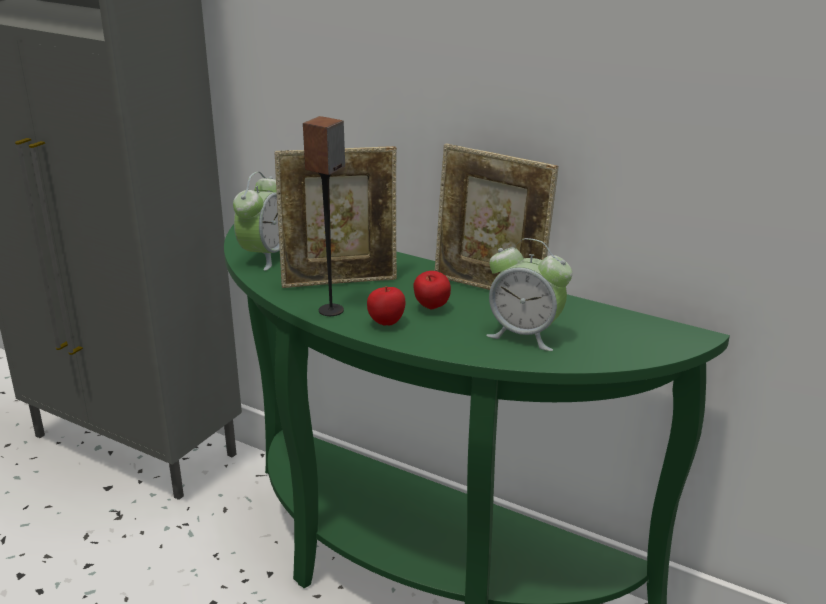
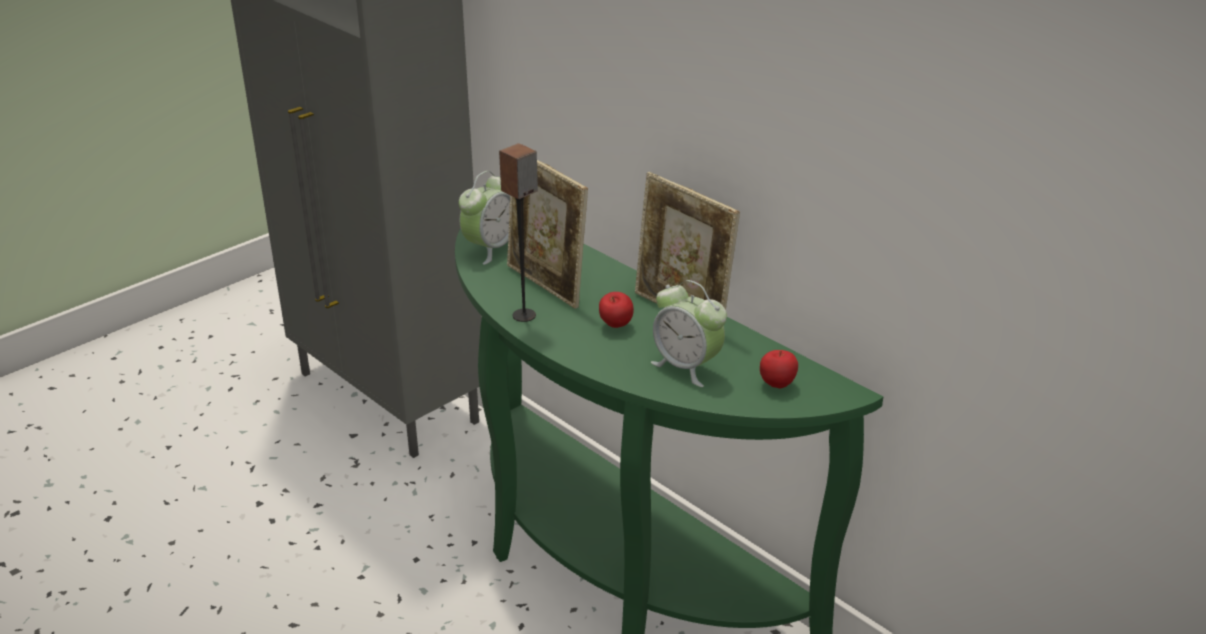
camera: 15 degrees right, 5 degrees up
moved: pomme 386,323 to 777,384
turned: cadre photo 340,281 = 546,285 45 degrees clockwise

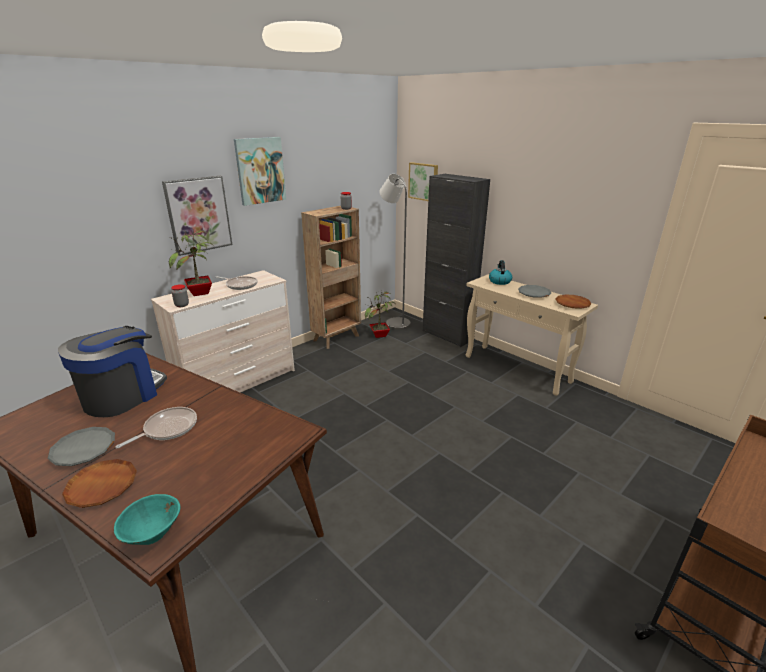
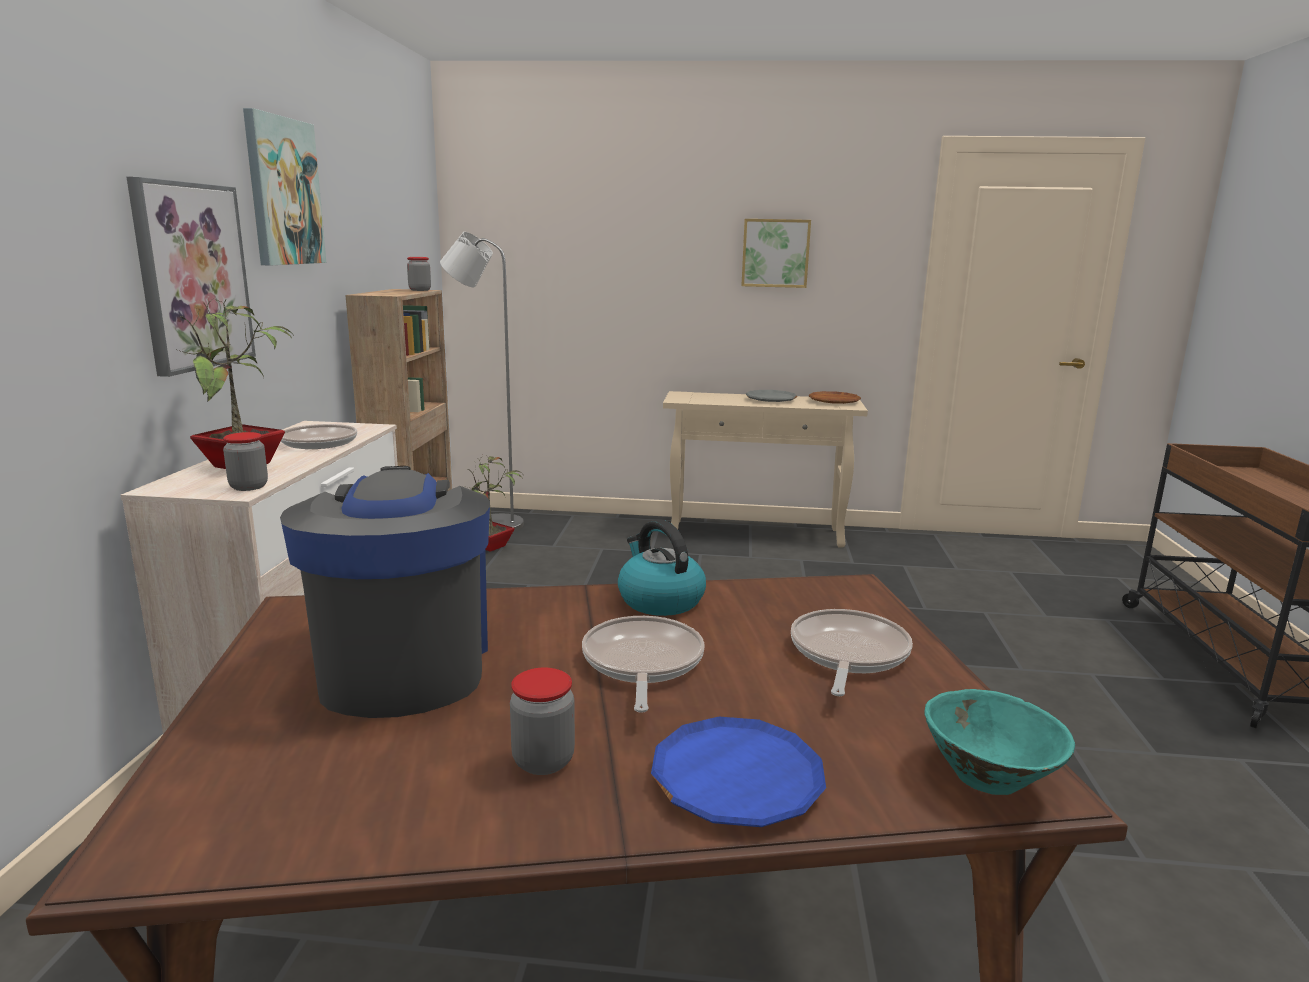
camera: 40 degrees left, 10 degrees down
removed: meuble de rangement/noir 447,335
added: poêle 847,654
moved: tableau 423,181 to 775,253; bouilloire 499,281 to 659,600
replaced: assiette/gris 84,449 to bocal 543,761
recoloured: assiette/marron 102,486 to assiette/bleu 737,780

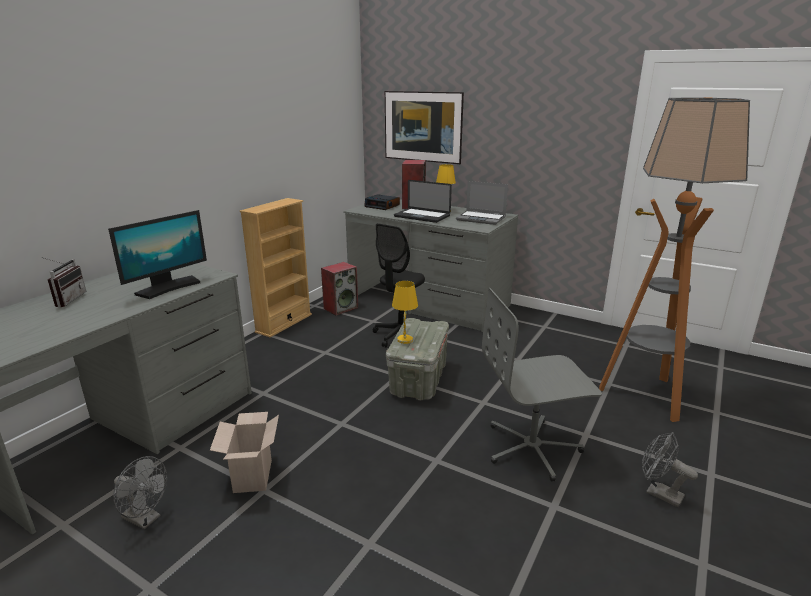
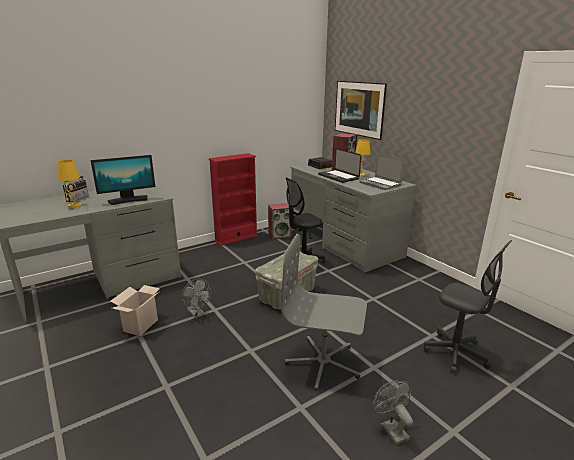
camera: 25 degrees right, 0 degrees up
moved: lampe de table/jaune 405,340 to 74,206; ventilateur/gris 145,519 to 197,313
replaced: lampadaire 645,395 to chaise de bureau/gris 455,353
recoloured: bibliothèque/beige 284,323 to bibliothèque/rouge 236,238

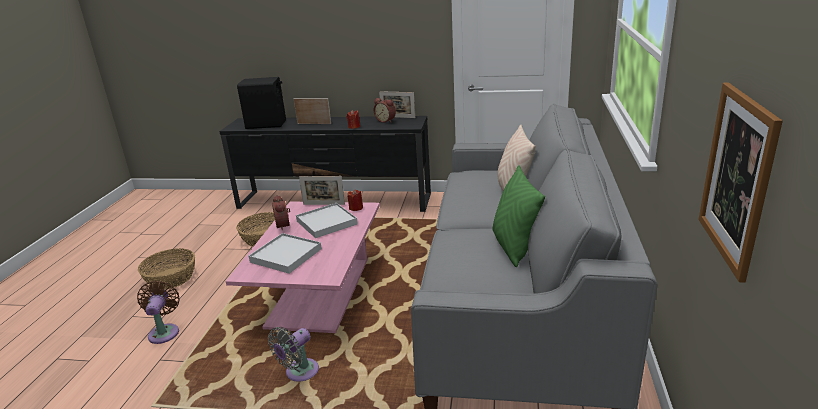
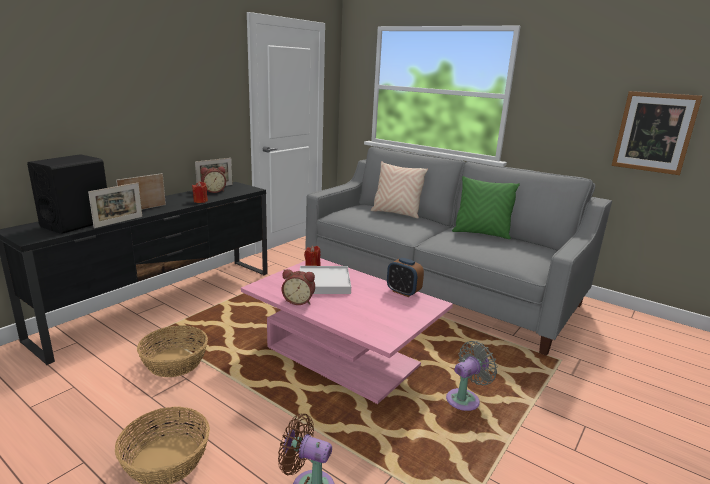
camera: 65 degrees left, 5 degrees down
removed: plateau/blanc 286,255
added: réveil 403,292
moved: cadre photo 324,204 to 119,222
turned: ventilateur/gris 299,373 = 465,399 105 degrees counterclockwise

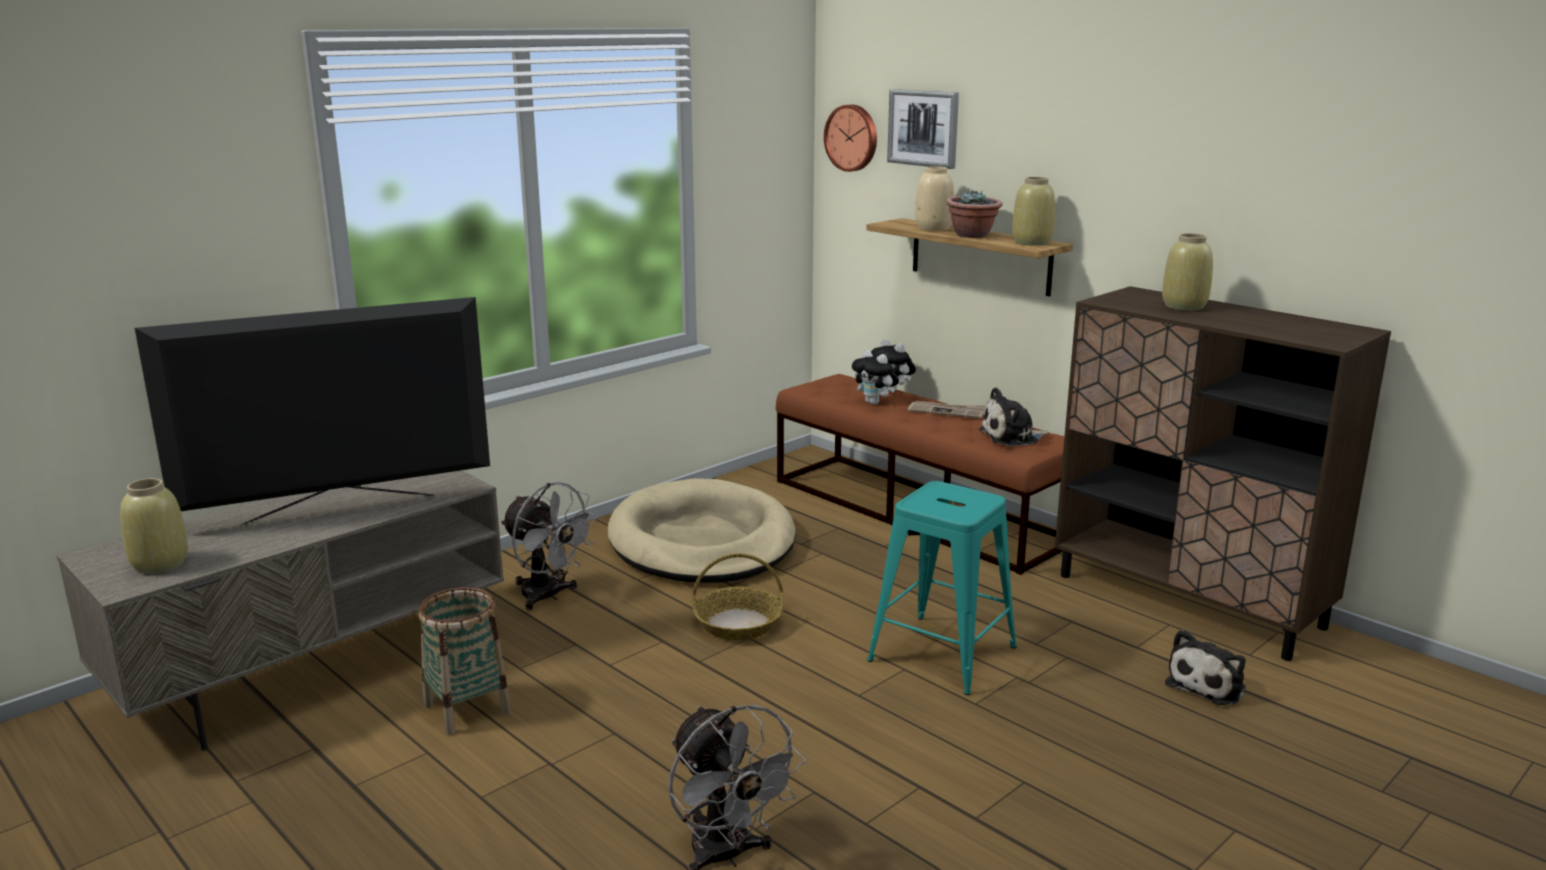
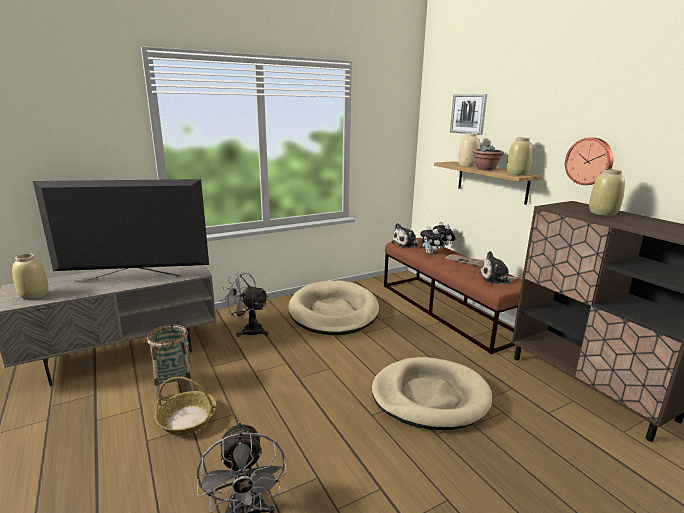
camera: 15 degrees right, 0 degrees up
moved: horloge murale 852,138 to 589,161; panier 737,624 to 186,419; peluche 1208,685 to 406,244
replaced: tabouret/turquoise 943,653 to panier pour chien/beige 430,396
turned: ventilateur/gris 548,596 = 248,330 150 degrees clockwise

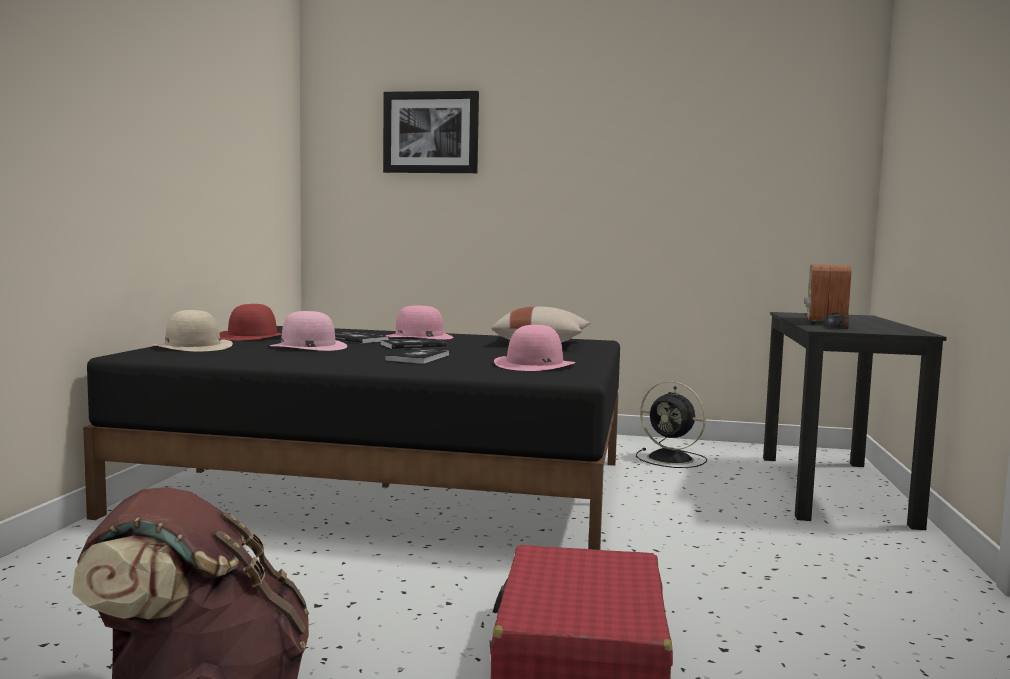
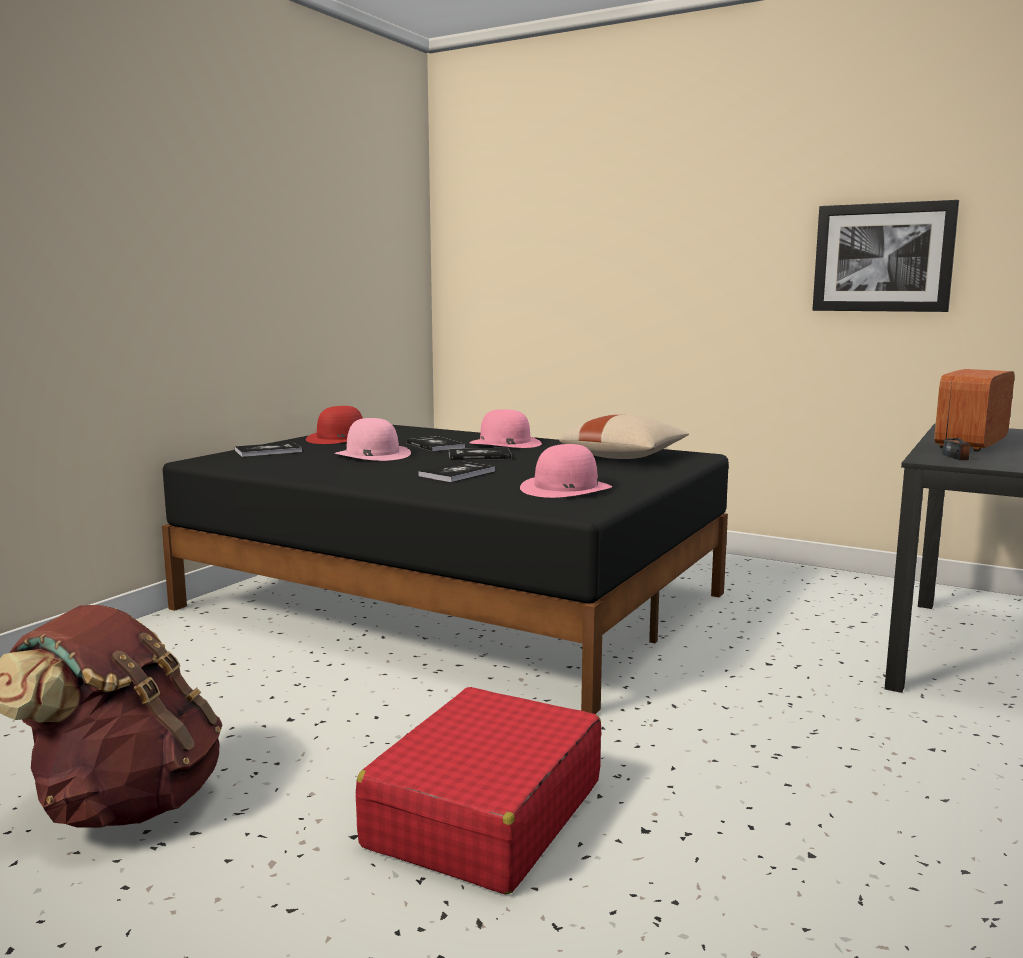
camera: 20 degrees right, 5 degrees up
removed: ventilateur/noir 672,459
moved: tableau 431,132 to 883,257
replaced: chapeau/beige 193,346 to livre 268,451

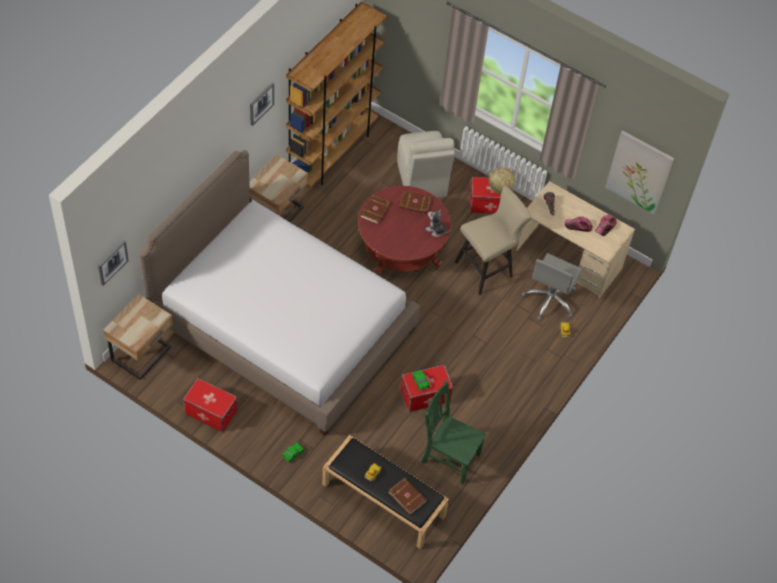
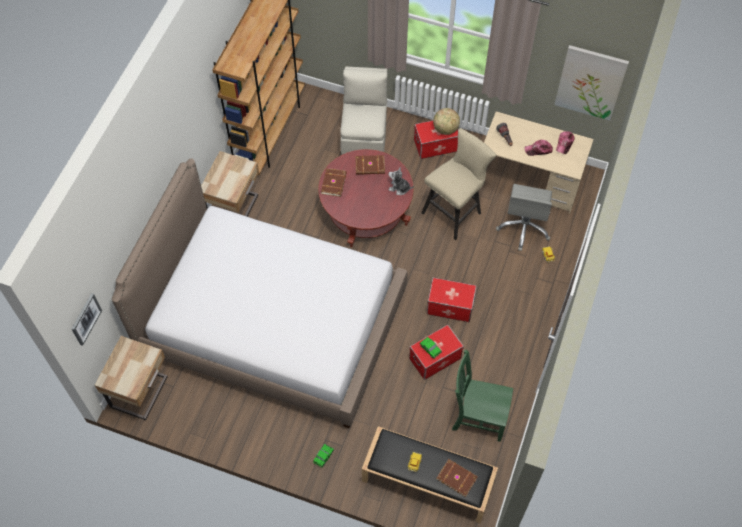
camera: 10 degrees left, 5 degrees up
removed: tableau 261,103
moved: boîte de rangement 211,412 to 450,306
turned: chaise/beige 421,180 = 364,138 150 degrees counterclockwise

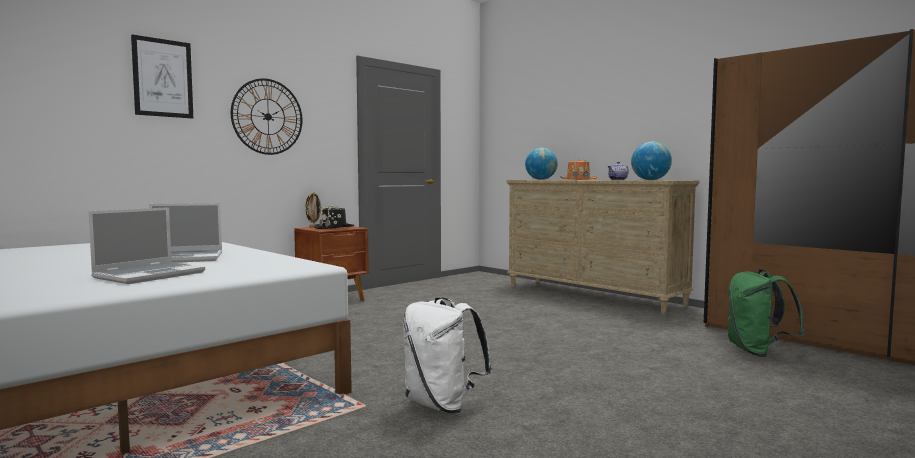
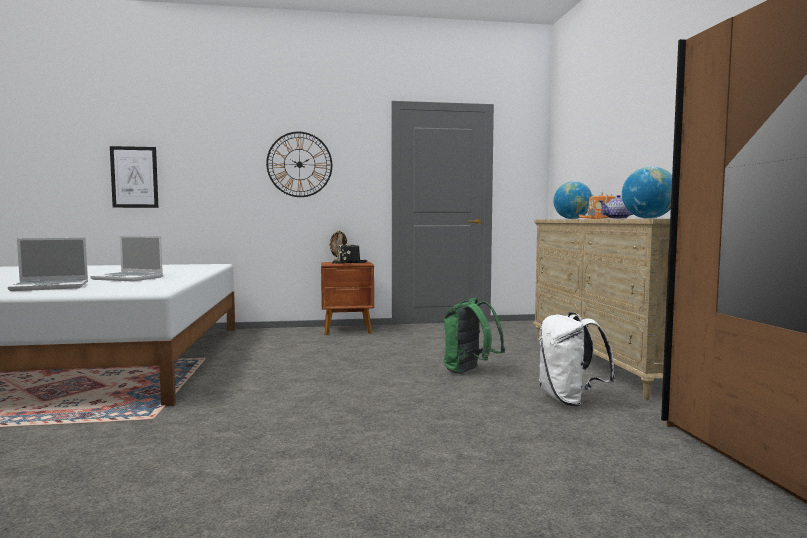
camera: 35 degrees right, 0 degrees up
moved: tableau 163,78 to 134,177; sac à dos/vert 758,352 to 469,371; sac à dos/blanc 442,405 to 570,400

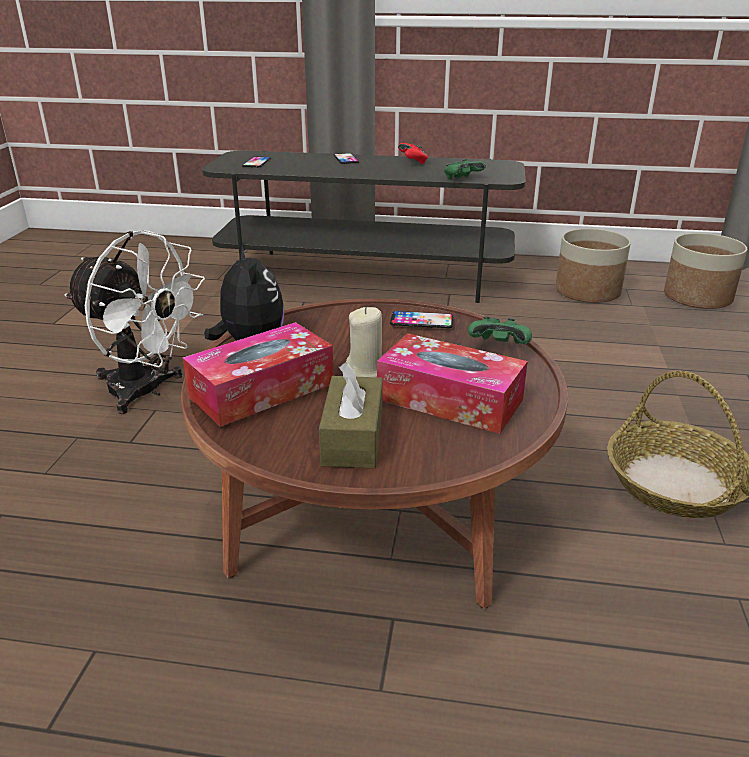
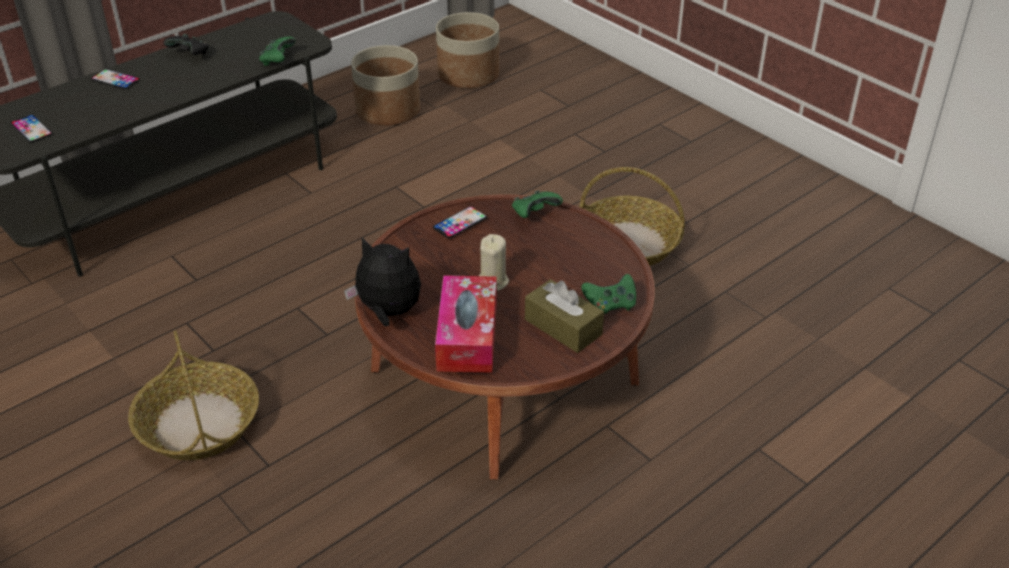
camera: 50 degrees left, 10 degrees up
removed: boîte à mouchoirs 449,400
added: manette/vert 610,305
replaced: ventilateur/blanc 147,391 to panier 198,424
recoloured: manette/rouge 413,162 to manette/noir 190,55

